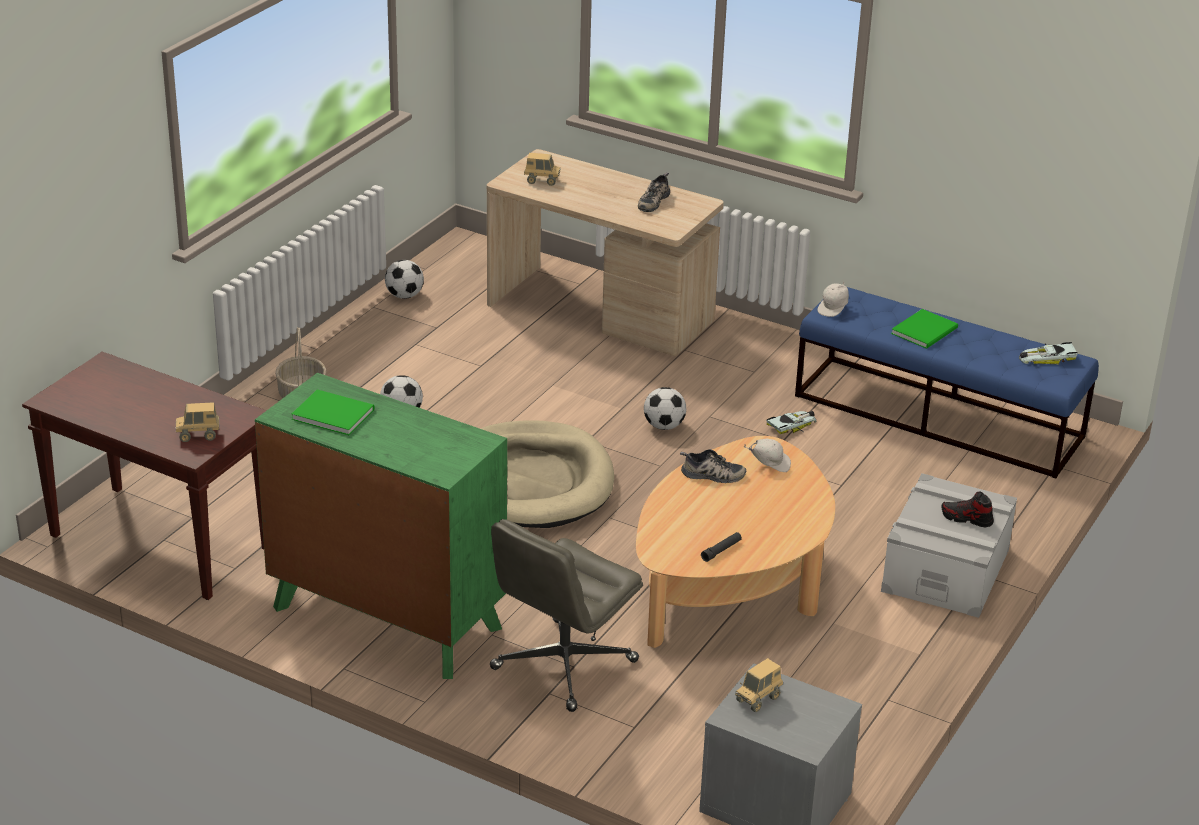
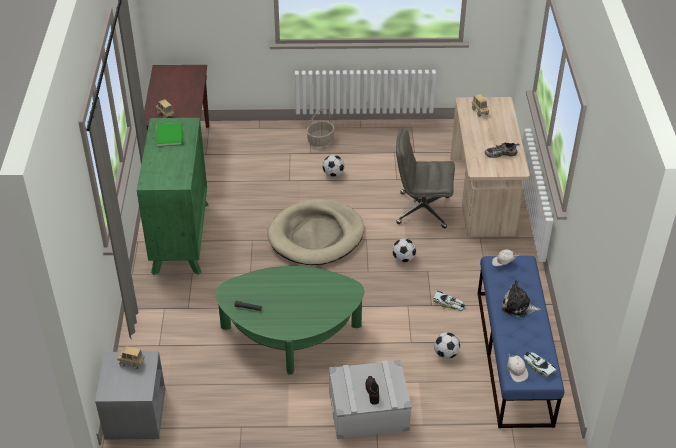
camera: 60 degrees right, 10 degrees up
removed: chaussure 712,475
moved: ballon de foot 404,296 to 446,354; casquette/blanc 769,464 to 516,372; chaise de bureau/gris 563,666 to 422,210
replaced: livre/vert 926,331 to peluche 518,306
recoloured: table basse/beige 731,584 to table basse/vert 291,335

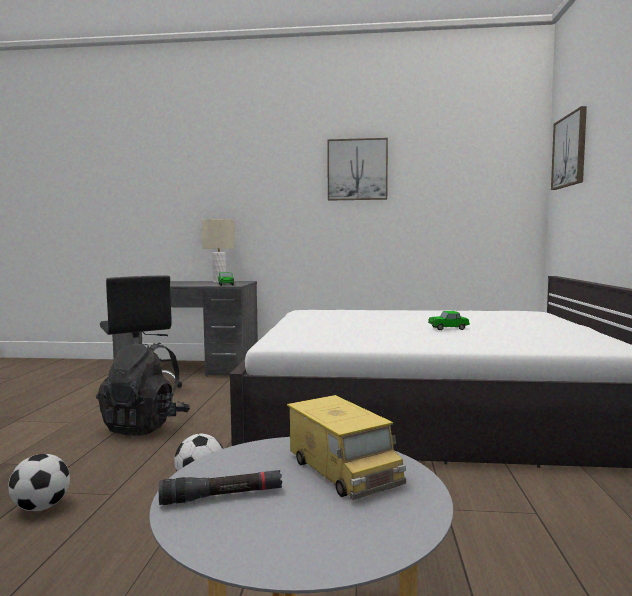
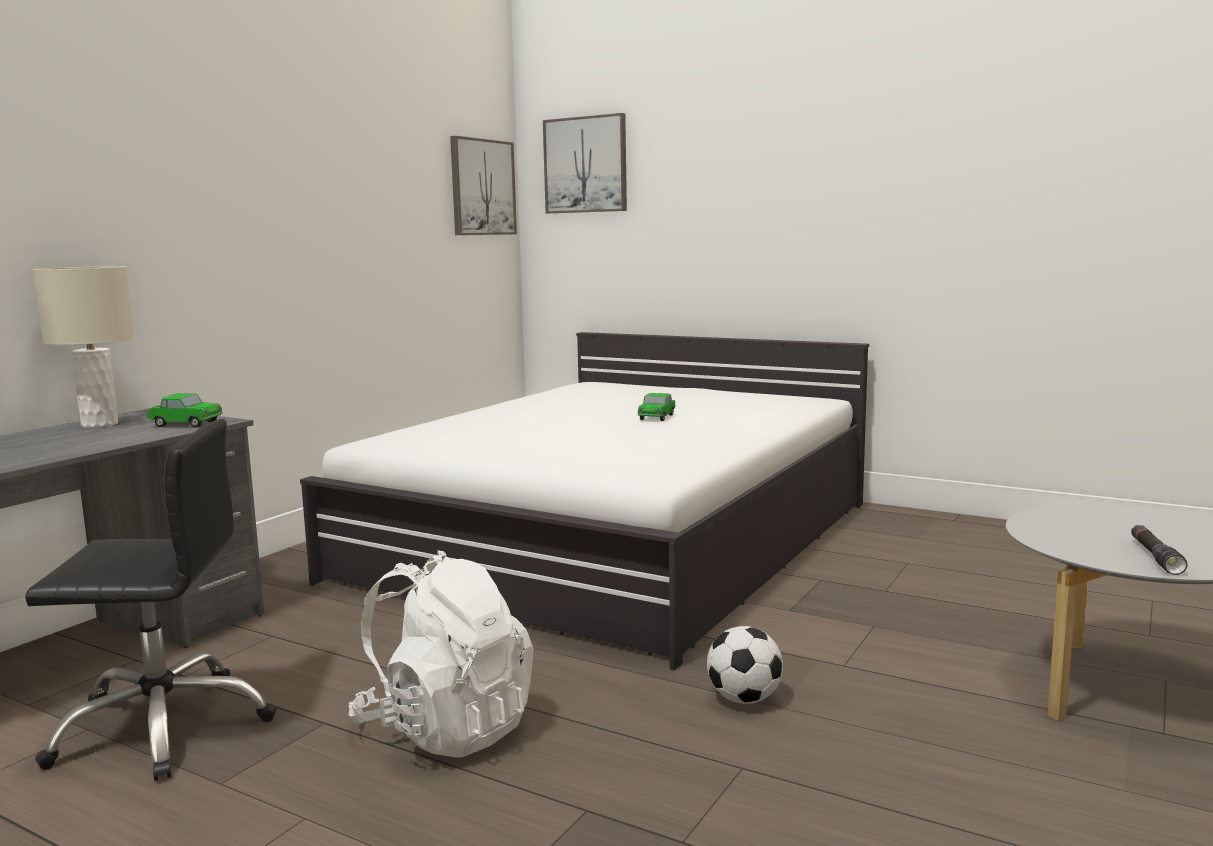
camera: 65 degrees left, 5 degrees up
removed: camion jouet 343,470; ballon de foot 41,507
moved: tableau 357,169 to 482,187
recoloured: sac à dos/noir 145,426 to sac à dos/blanc 446,728

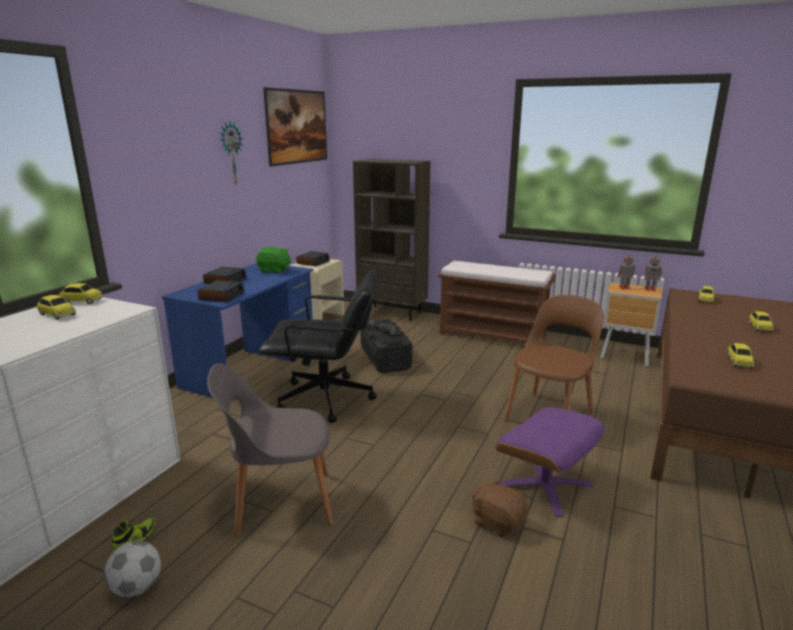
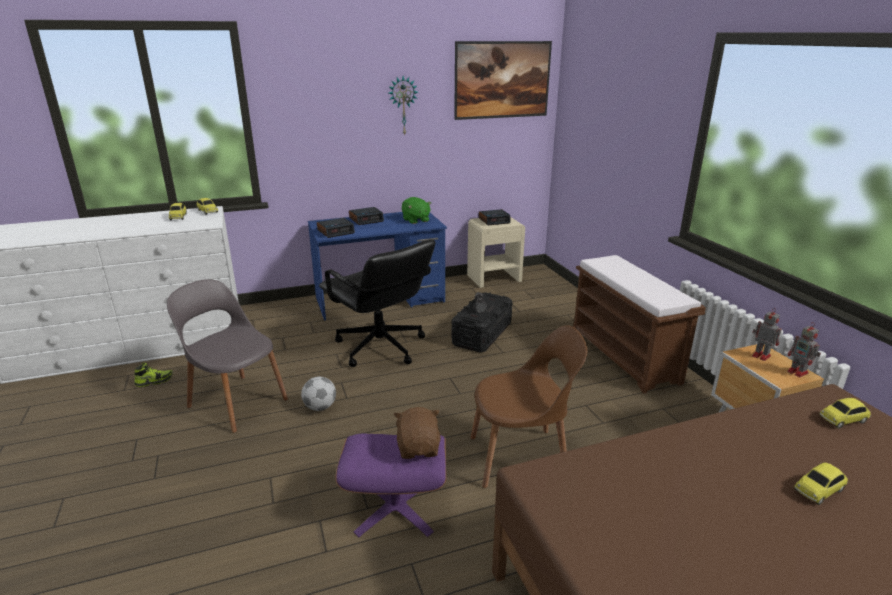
camera: 45 degrees right, 5 degrees up
removed: bibliothèque/marron 392,313; petite voiture 739,362
moved: peluche/marron 497,522 to 419,448; ballon de foot 137,587 to 320,407

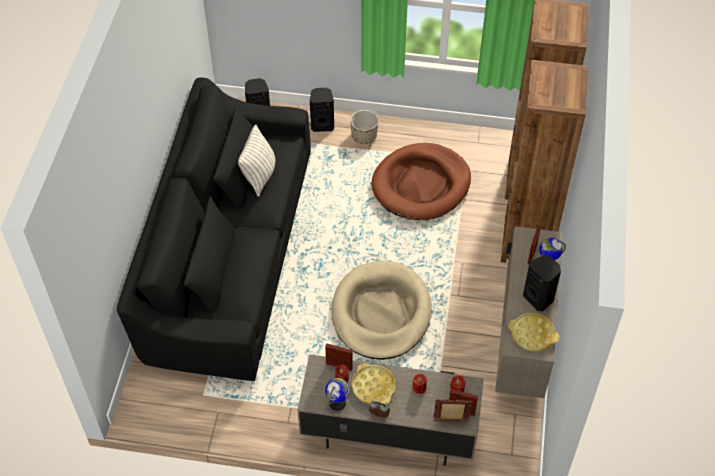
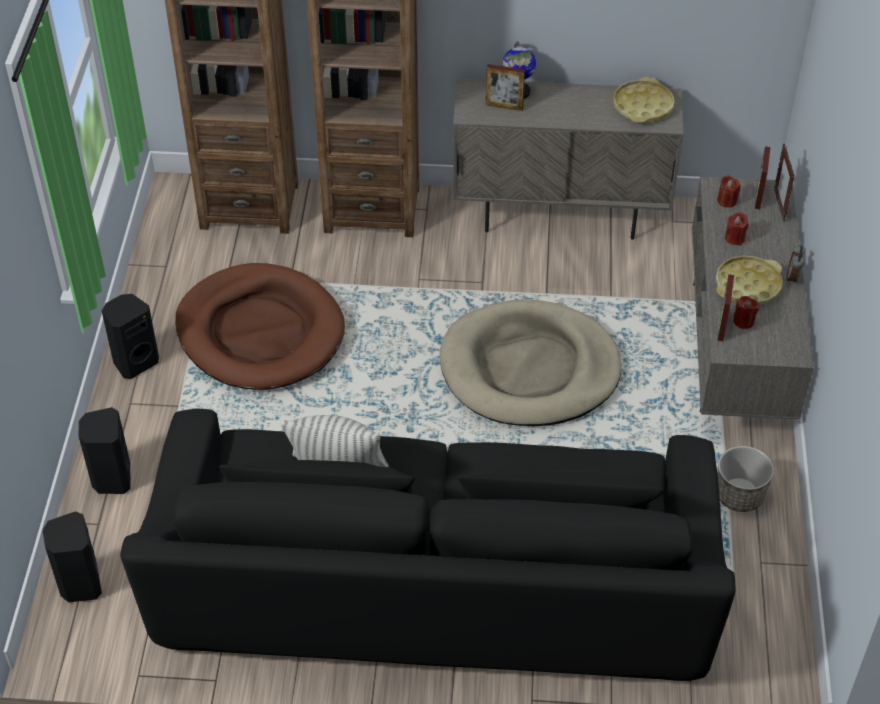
camera: 95 degrees left, 5 degrees down
removed: globe 337,403
moved: cache-pot 364,136 to 739,495; enceinte/noir 539,298 to 135,362

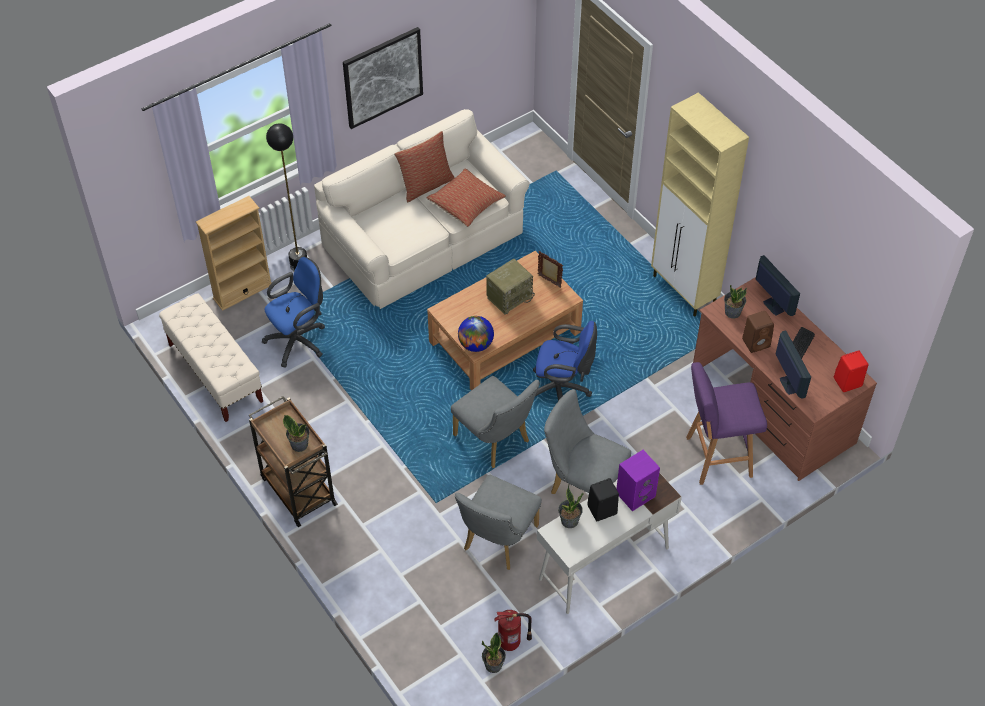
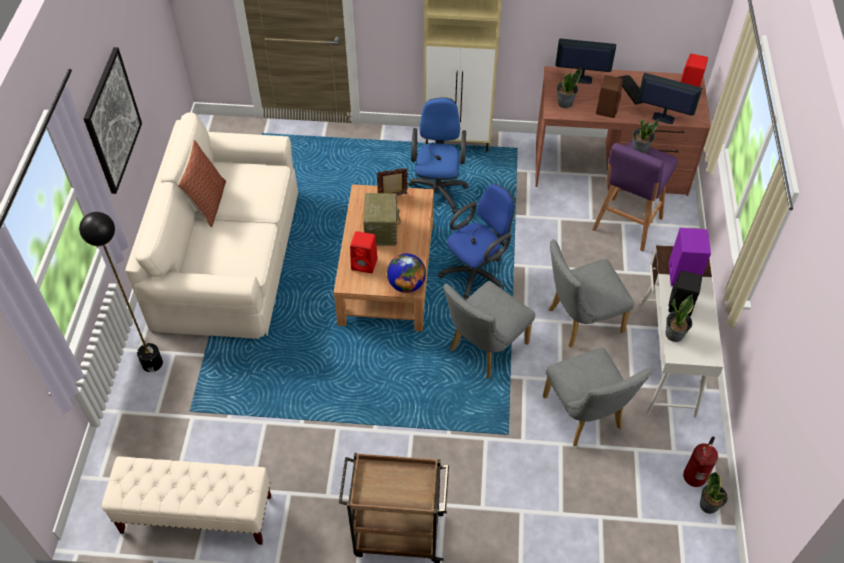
camera: 50 degrees left, 0 degrees up
removed: coussin 466,204; bibliothèque/beige 242,291
added: enceinte/rouge 365,264
moved: chaise de bureau/bleu 299,340 to 438,190; plante en pot 299,444 to 640,149
turned: chaise/gris 495,441 = 484,349 135 degrees clockwise

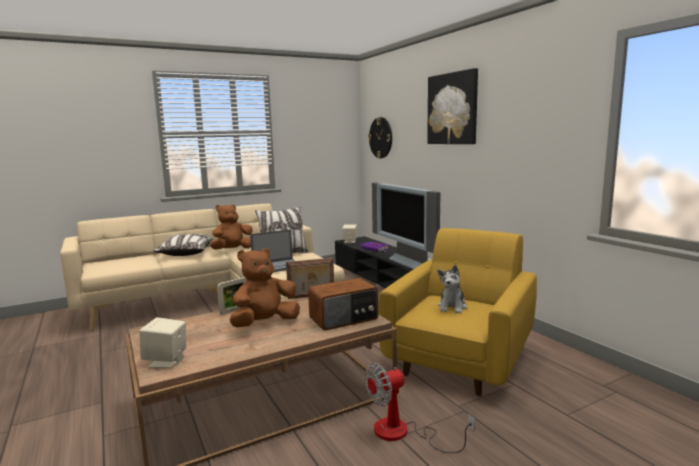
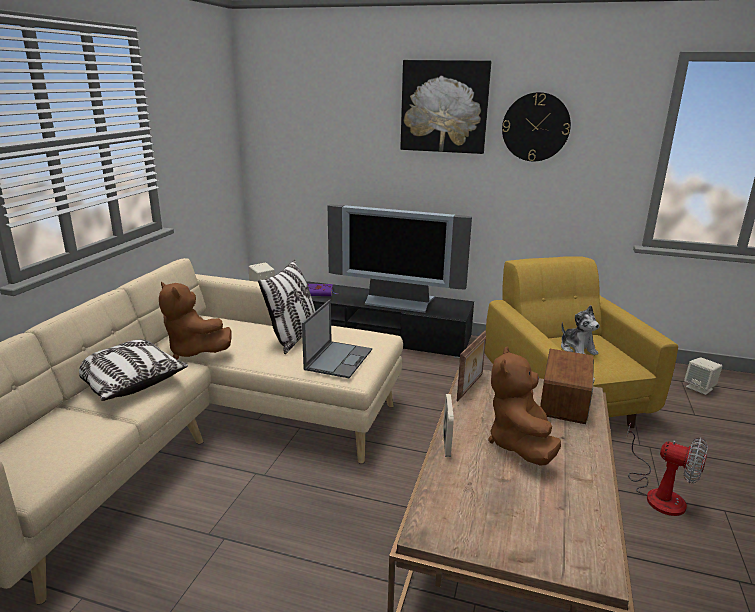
camera: 45 degrees left, 10 degrees up
moved: horloge murale 381,137 to 535,127; enceinte/beige 166,361 to 699,388
turned: peluche/marron 233,250 = 194,351 60 degrees counterclockwise; ventilateur 403,433 = 658,493 75 degrees counterclockwise

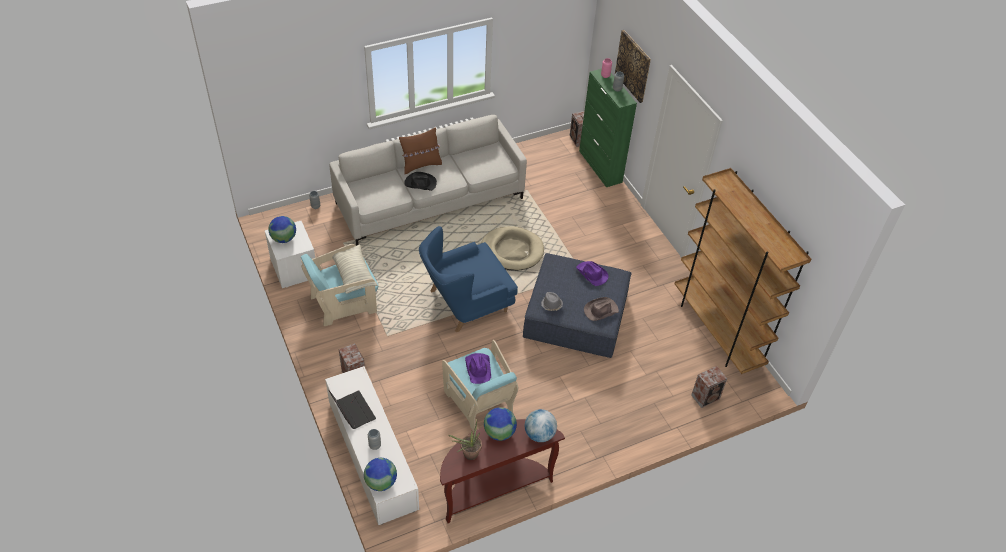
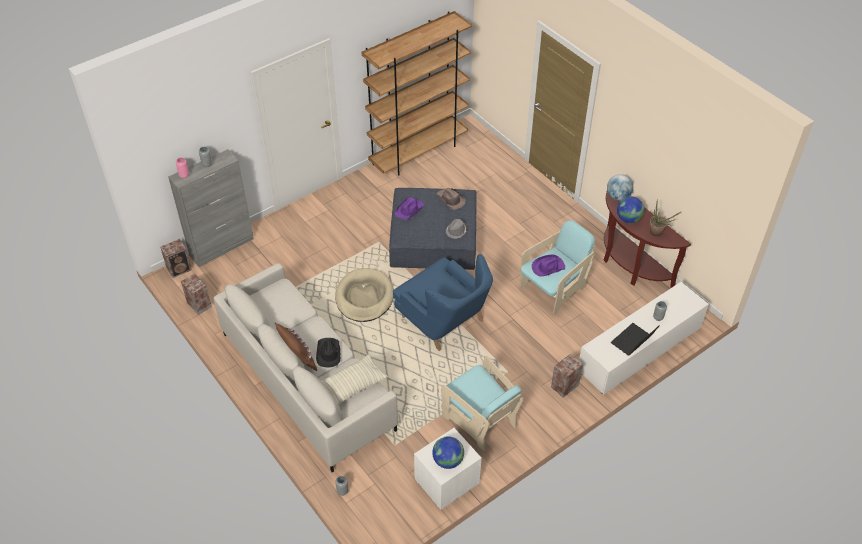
camera: 100 degrees left, 0 degrees up
removed: tableau 633,66; globe 381,482
moved: coussin 353,274 to 352,385; enceinte 706,397 to 199,304
recoloured: meuble de rangement/vert 600,167 to meuble de rangement/gris 222,247

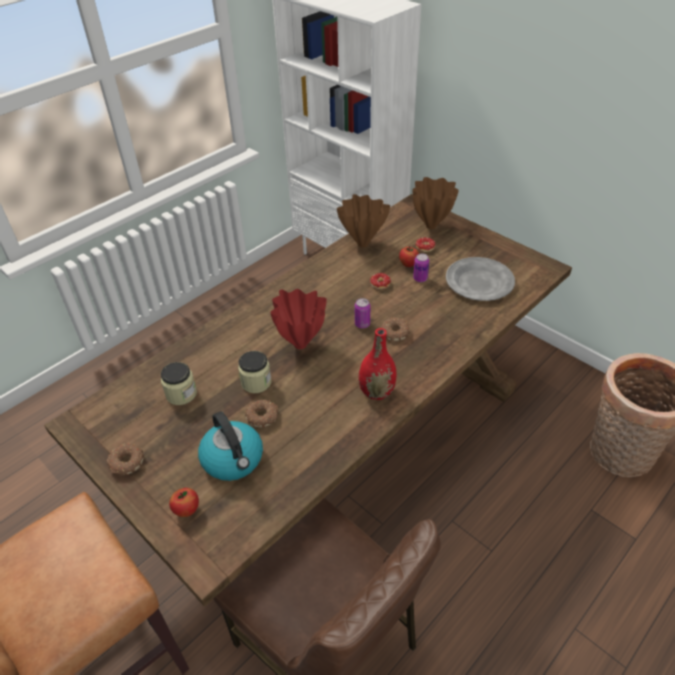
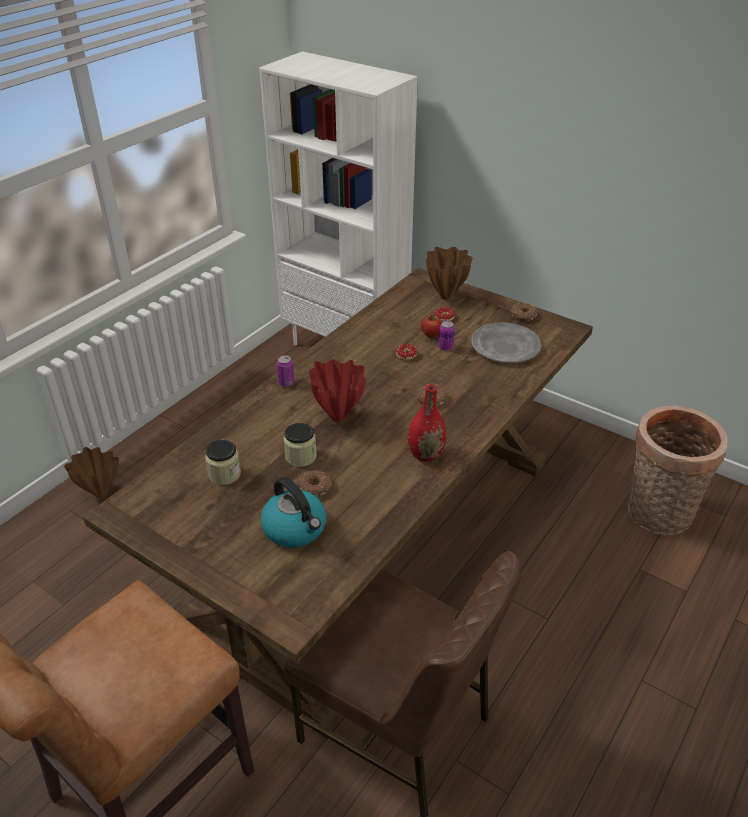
camera: 10 degrees left, 5 degrees down
removed: pomme 187,510
moved: vase/marron 361,244 to 99,493; boîte métallique 362,324 to 286,383; beignet 126,463 to 523,316

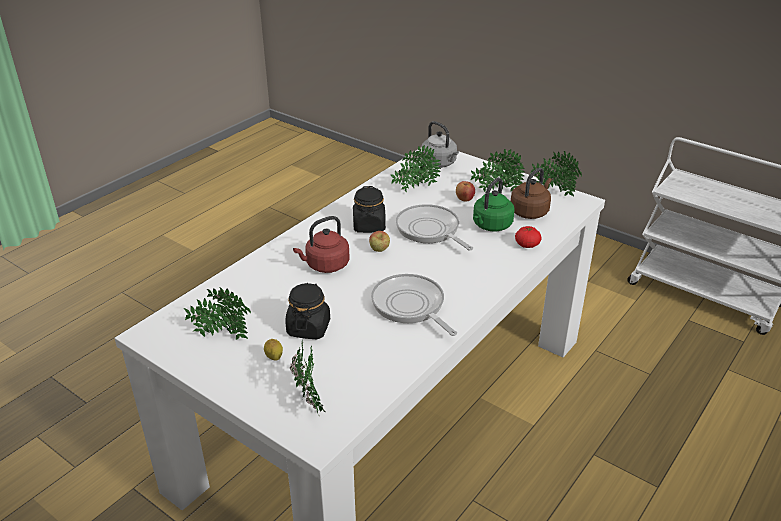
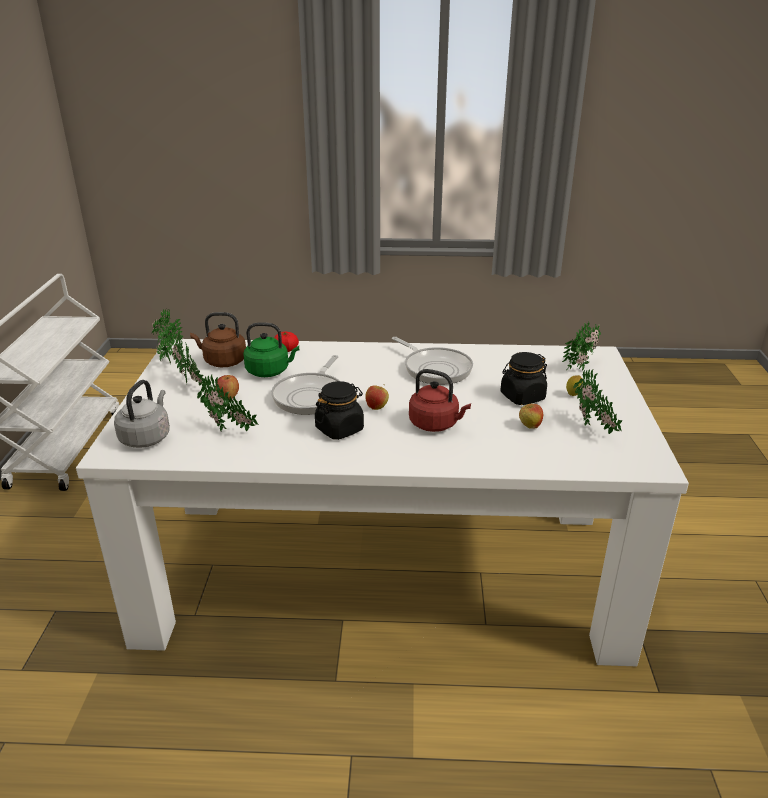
camera: 125 degrees left, 5 degrees down
added: pomme 529,426
turned: poêle 410,306 = 435,368 60 degrees counterclockwise

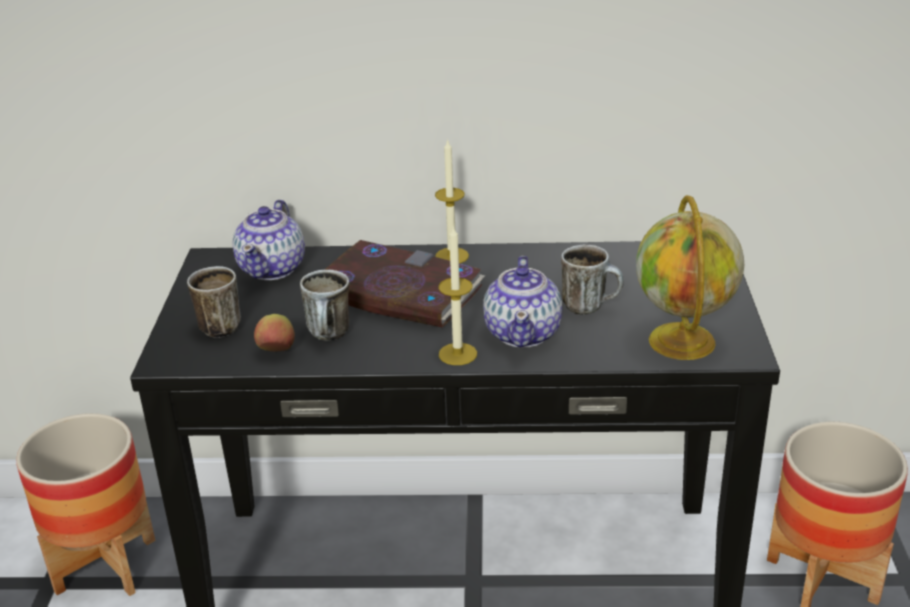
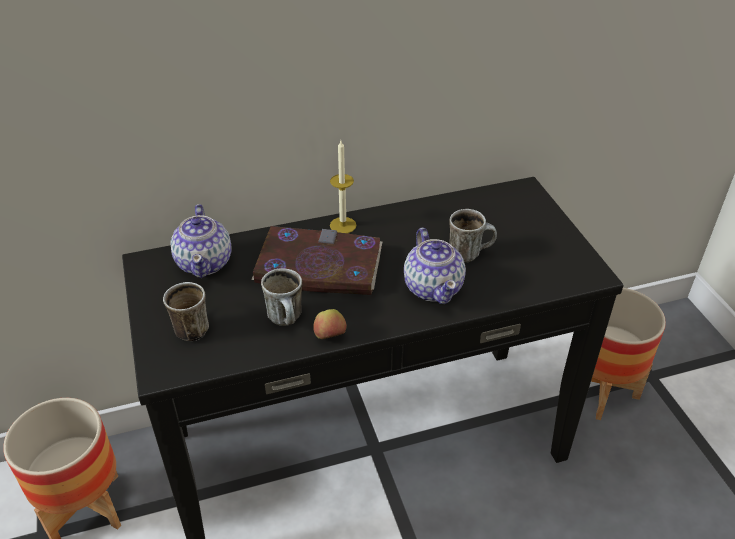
camera: 20 degrees left, 10 degrees up
removed: globe 683,343; bougie 458,354
moved: pomme 277,351 to 330,337

